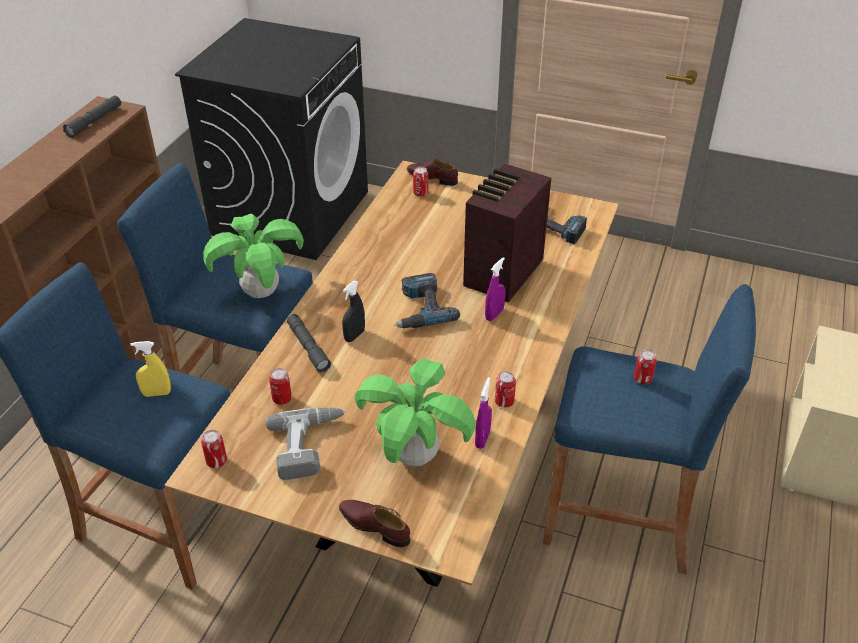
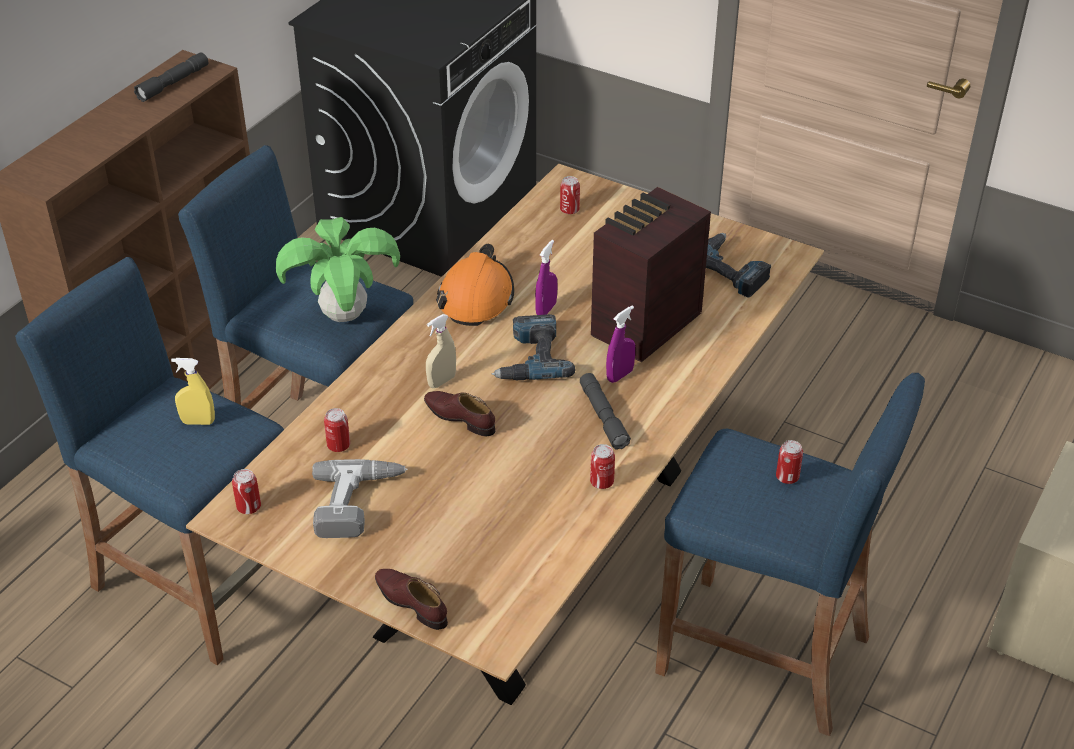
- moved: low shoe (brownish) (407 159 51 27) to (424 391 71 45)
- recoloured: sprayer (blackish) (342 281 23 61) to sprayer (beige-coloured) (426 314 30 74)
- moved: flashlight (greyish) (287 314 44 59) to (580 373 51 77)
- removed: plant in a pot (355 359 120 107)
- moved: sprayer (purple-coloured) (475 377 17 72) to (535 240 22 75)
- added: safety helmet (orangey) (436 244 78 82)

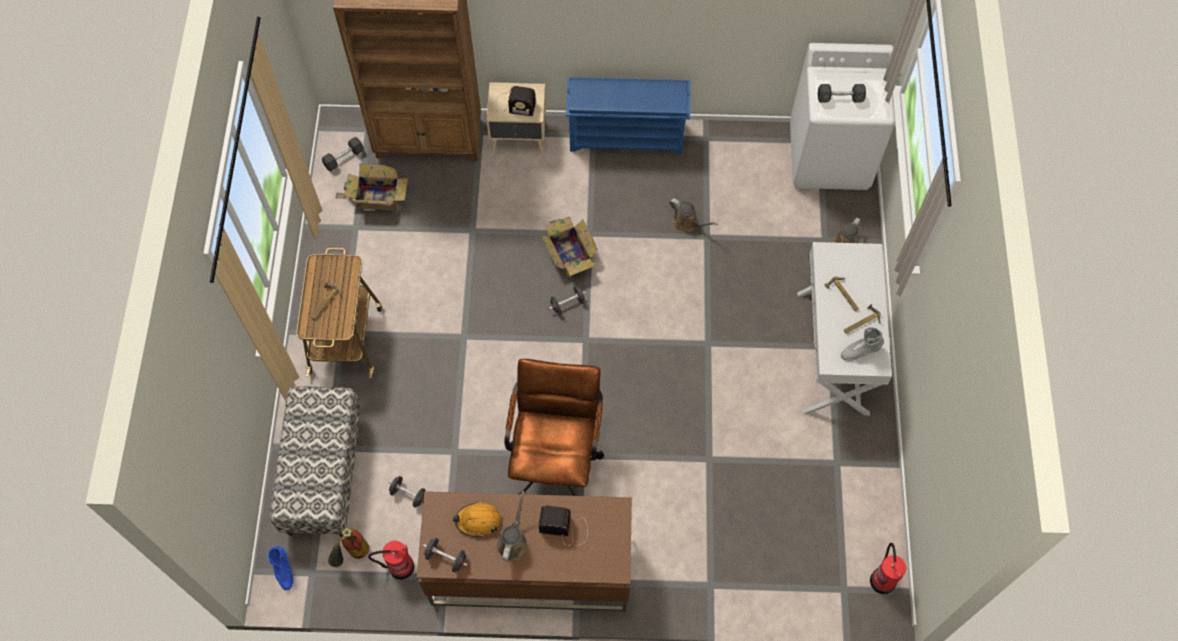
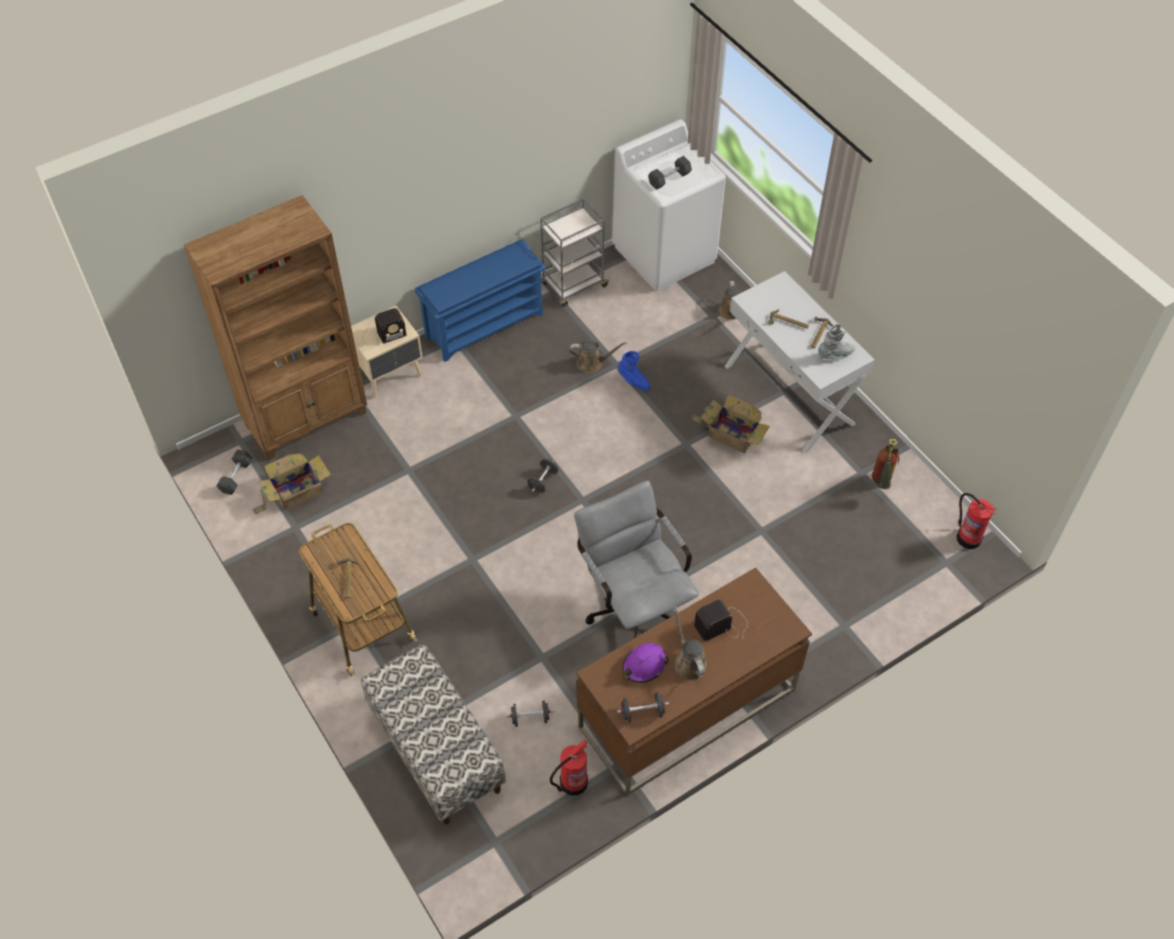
- moved: cardboard box (541 216 57 60) to (691 394 79 59)
- turned: tall boot (greyish) (841 327 43 34) = (819 323 36 36) 150 degrees counterclockwise
- recoloured: office chair (brownish) (504 359 101 137) to office chair (greyish) (574 480 125 158)
- recoloured: safety helmet (orangey) (453 502 48 35) to safety helmet (purple-coloured) (622 643 47 40)
- moved: extinguisher (328 528 41 39) to (872 438 27 51)
- moved: tall boot (blue-coloured) (268 546 25 44) to (618 351 33 39)
- added: wheeled cart (greyish) (540 198 70 109)

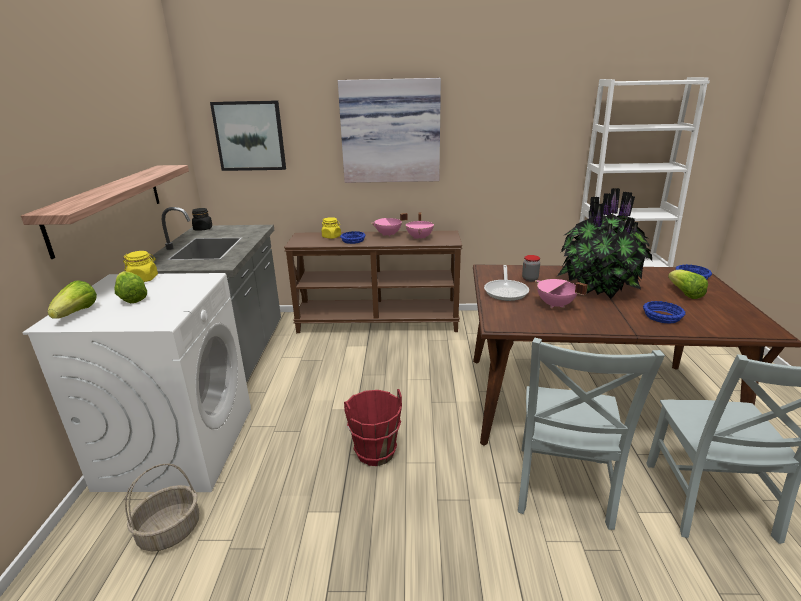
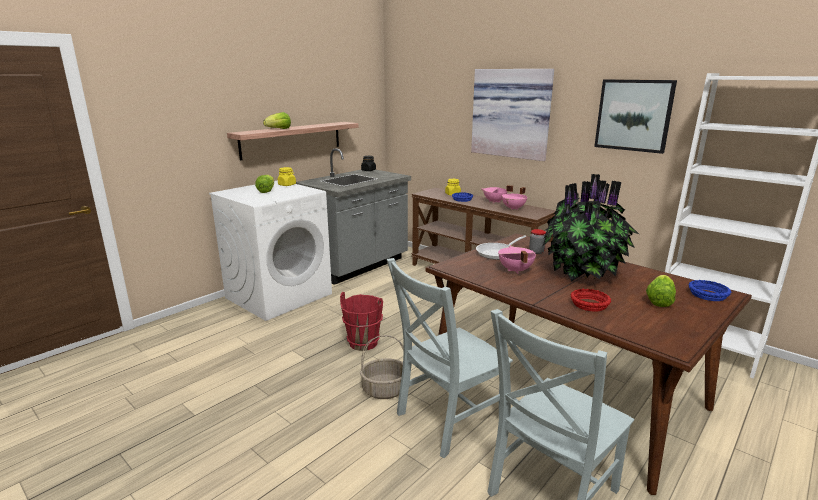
- moved: wall art (210 100 76 71) to (594 79 83 75)
- moved: head of lettuce (48 280 49 39) to (263 112 28 17)
- recoloured: bowl (blue-coloured) (643 301 42 22) to bowl (red) (570 289 41 23)
- moved: household basket (125 463 74 88) to (360 335 44 64)

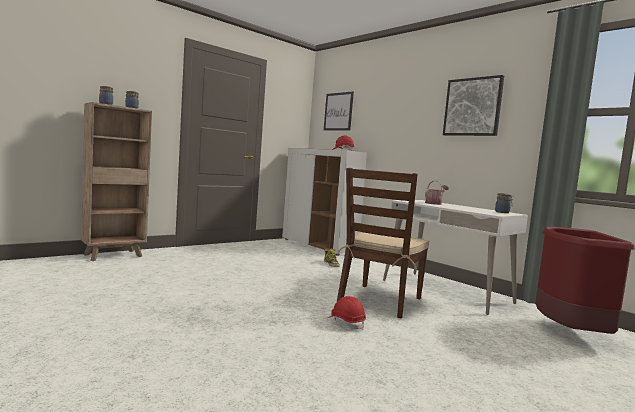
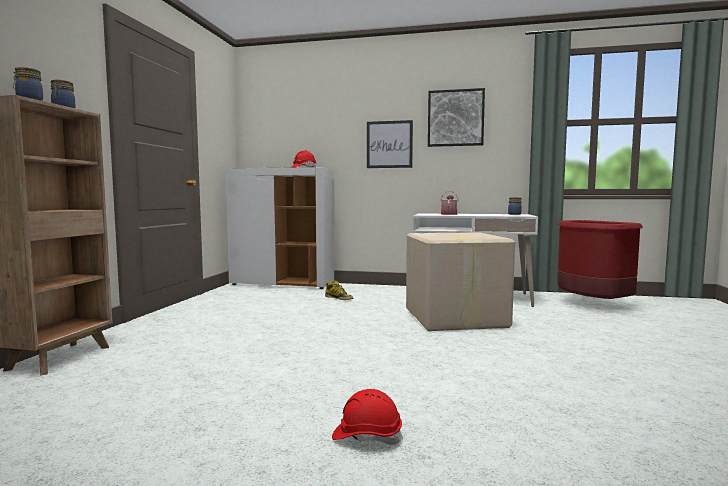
- moved: wall art (324 91 30 39) to (367 120 46 48)
- replaced: plain chair (brownish) (337 168 92 150) to cardboard box (406 232 109 99)
- moved: safety helmet (red) (328 296 38 34) to (332 389 71 56)

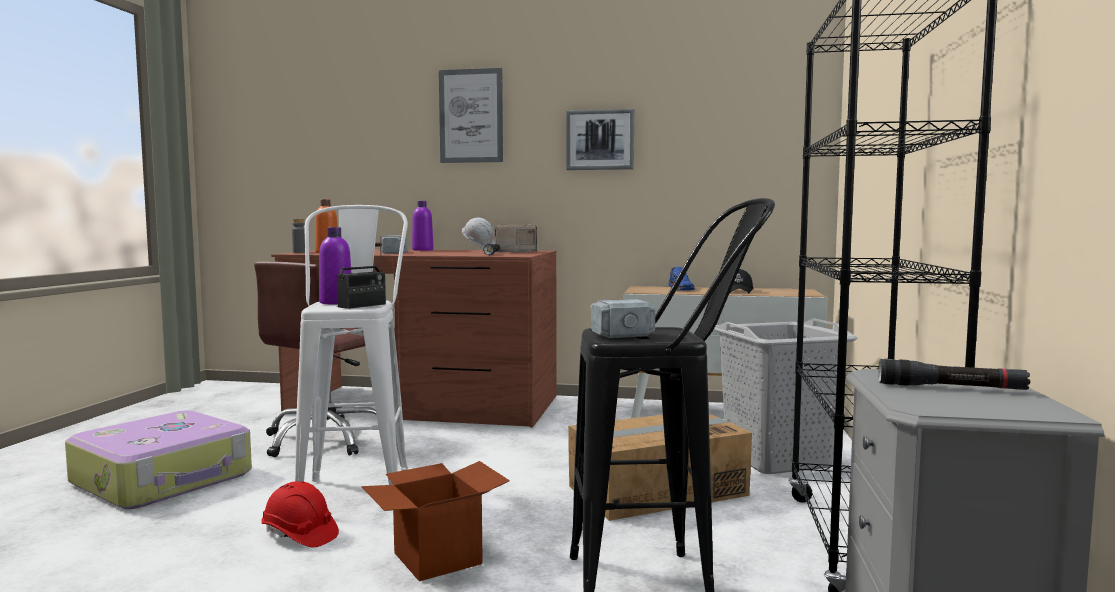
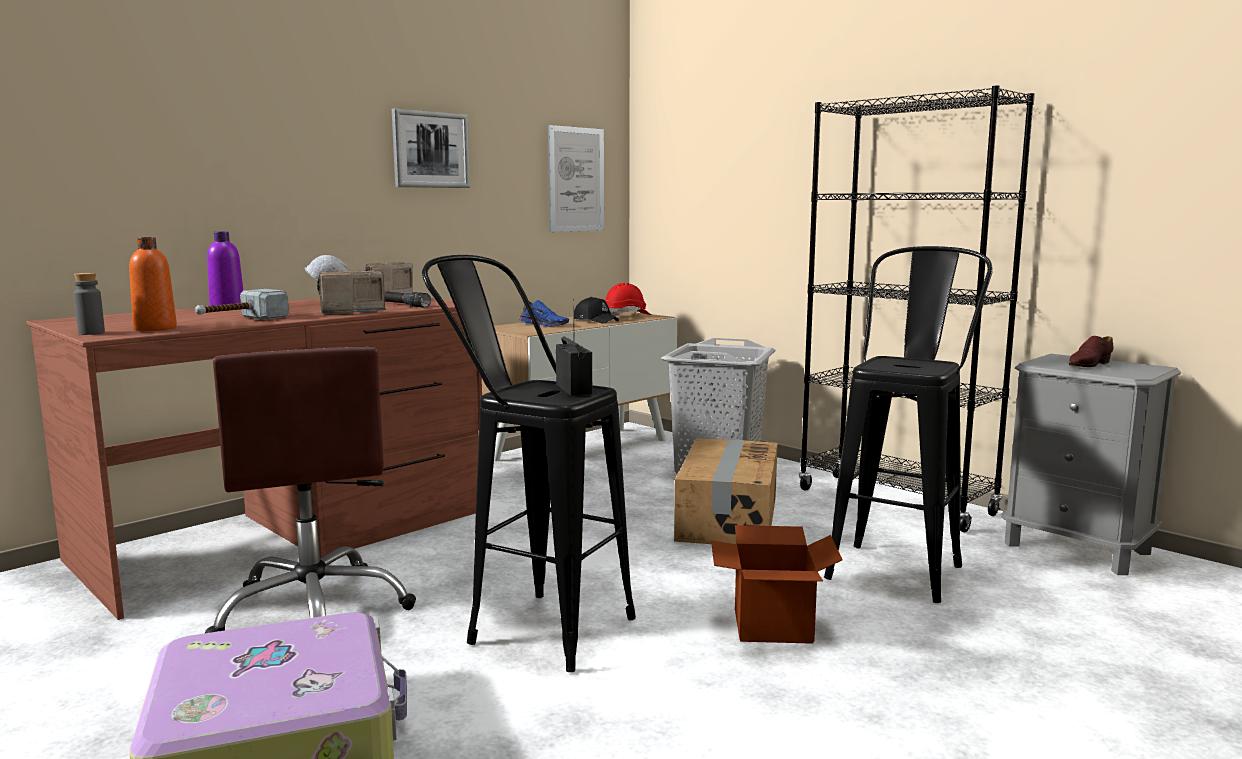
- moved: wall art (439 68 64 95) to (548 125 56 107)
- recoloured: stool seat (white-coloured) (295 205 113 280) to stool seat (blackish) (422 255 214 417)
- removed: bottle (purple-coloured) (319 227 32 77)
- removed: hand hammer (590 299 65 39)
- replaced: flashlight (blackish) (879 359 151 31) to low shoe (brownish) (1069 336 44 31)
- moved: safety helmet (red) (261 481 78 66) to (605 283 46 33)
- added: radio (317 271 70 43)

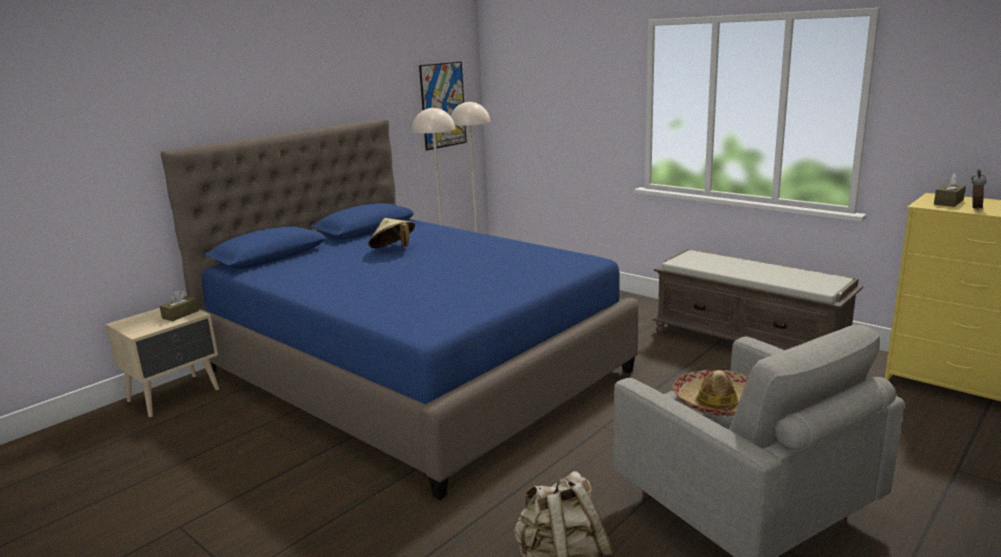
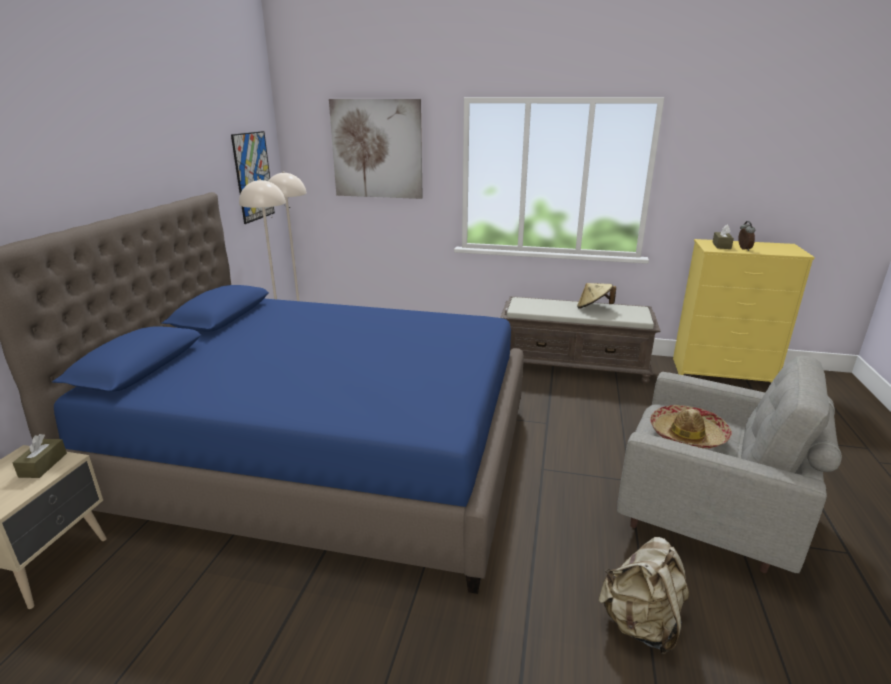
- moved: clothing hat (beige-coloured) (368 218 47 30) to (577 283 39 26)
- added: wall art (329 99 94 100)

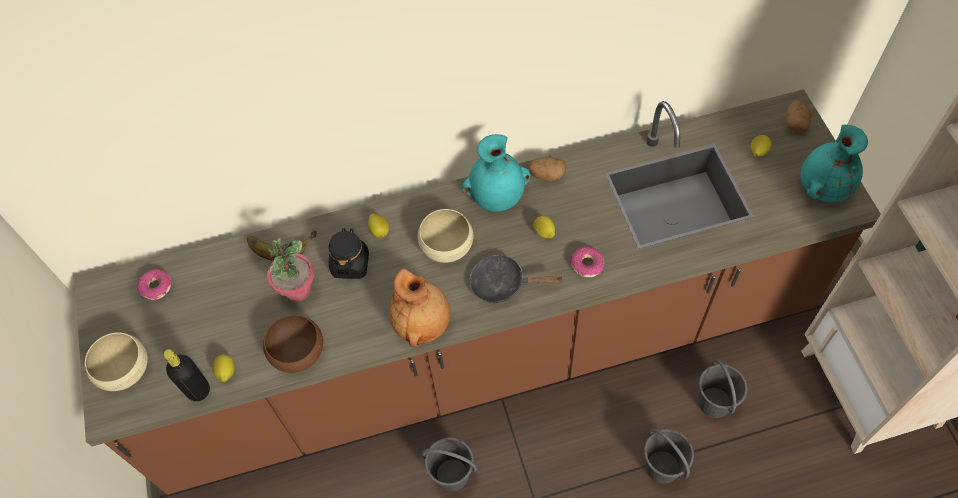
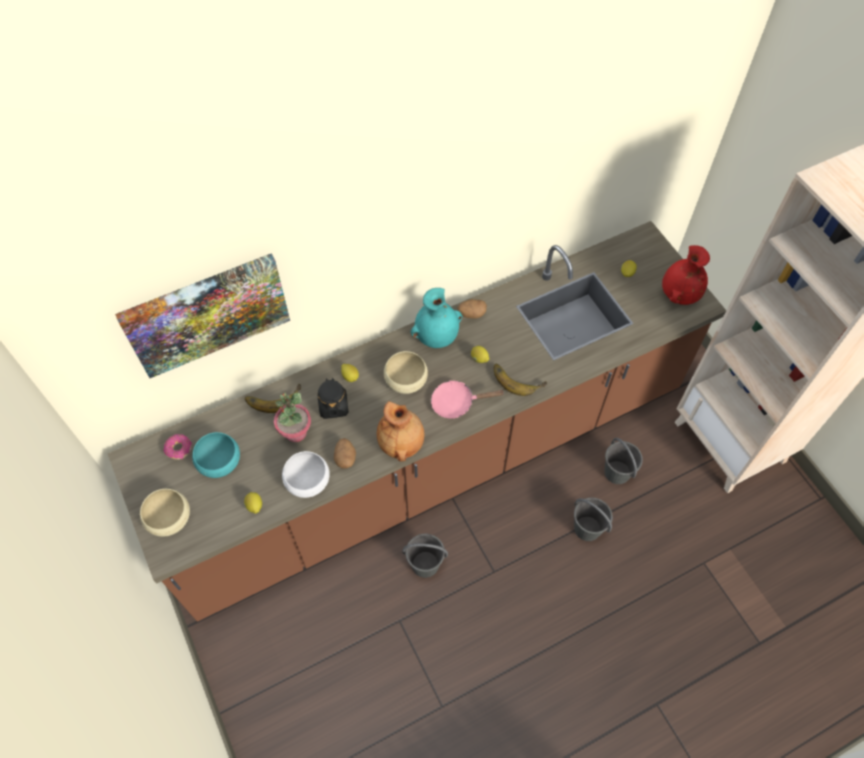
- moved: whole potato (786 100 26 32) to (334 438 22 31)
- recoloured: vase (turquoise-coloured) (801 124 67 78) to vase (red) (662 245 48 60)
- replaced: donut (571 246 33 31) to banana fruit (494 363 53 33)
- recoloured: skillet (blackish) (470 254 94 49) to skillet (pink) (431 380 74 39)
- recoloured: bowl (brownish) (263 314 60 59) to bowl (white-coloured) (282 451 48 47)
- removed: bottle (blackish) (164 349 46 52)
- added: wall art (115 253 175 125)
- added: bowl (turquoise-coloured) (192 432 48 46)

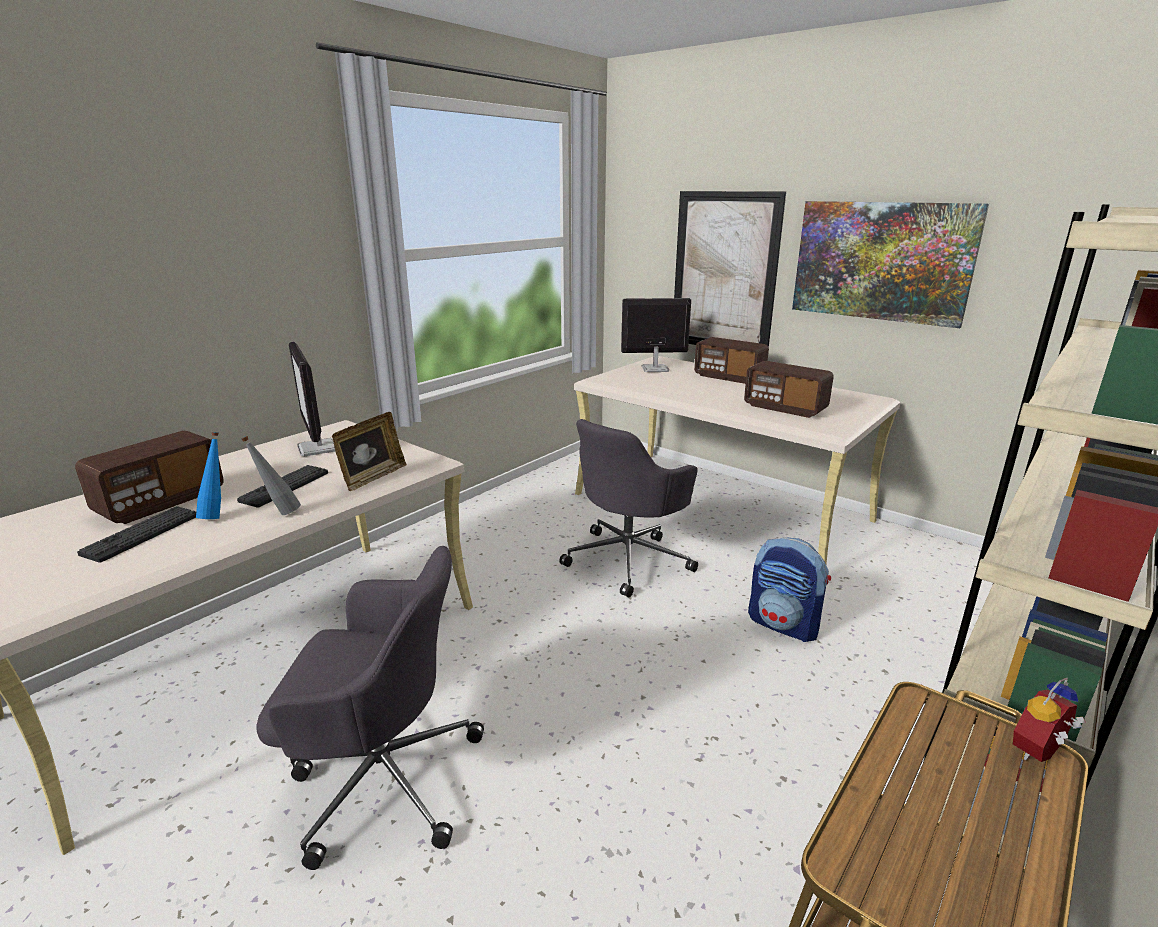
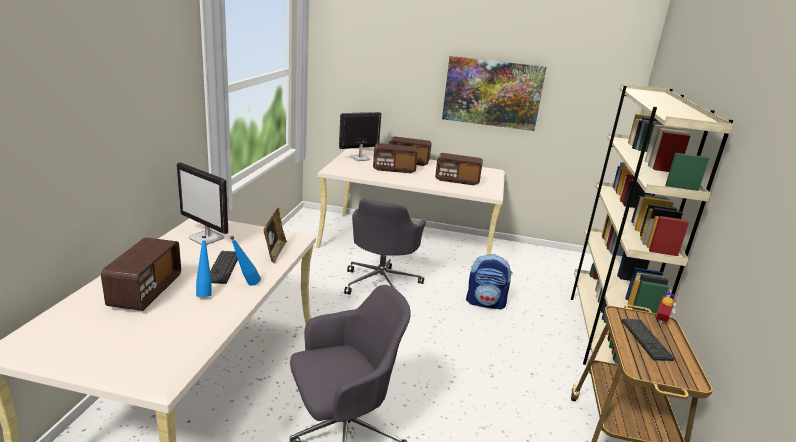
- removed: wall art (674 191 112 156)
- recoloured: bottle (greyish) (242 436 59 79) to bottle (blue-coloured) (230 236 31 50)
- moved: PC keyboard (77 506 119 57) to (622 319 52 42)
- added: radio (373 143 45 30)

